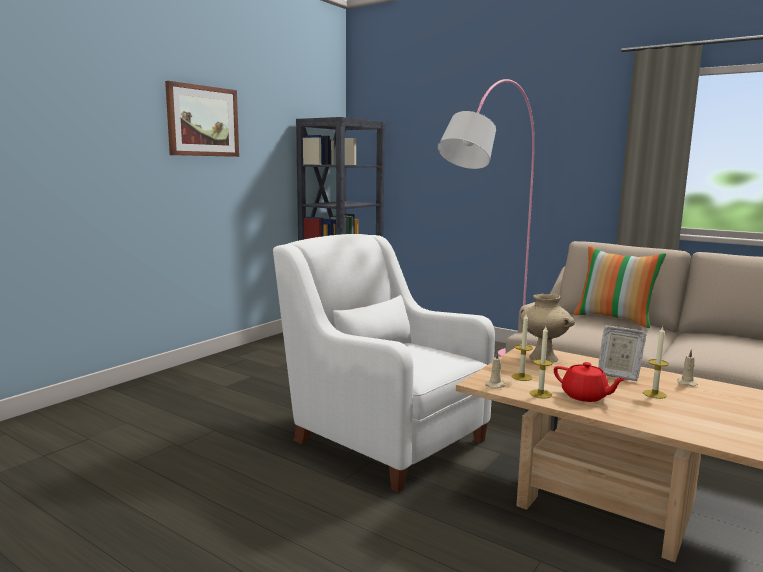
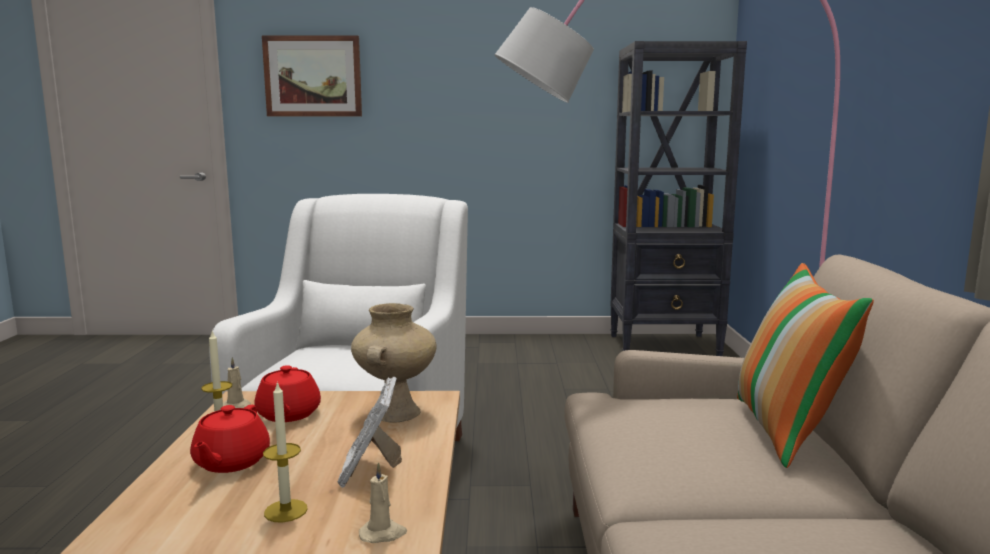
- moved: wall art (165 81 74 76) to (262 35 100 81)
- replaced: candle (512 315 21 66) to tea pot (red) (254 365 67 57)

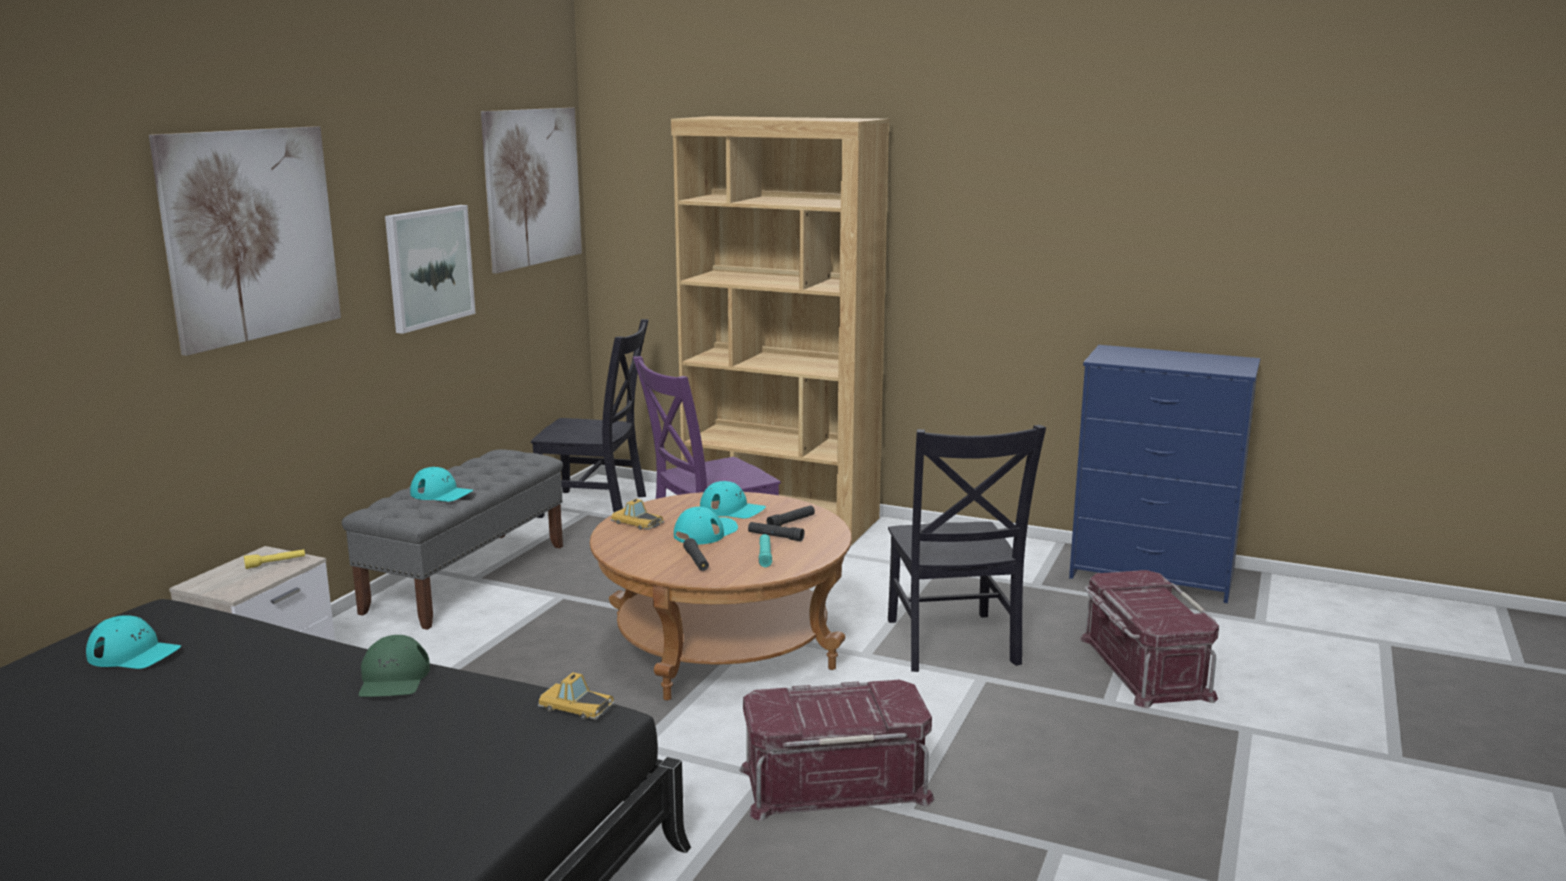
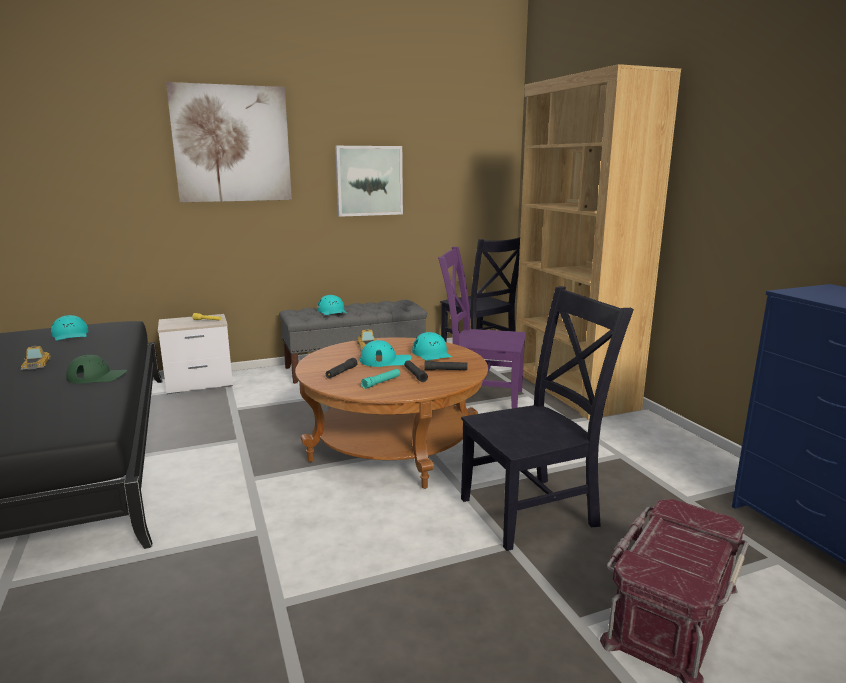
- removed: wall art (481 108 101 166)
- turned: plain chair (blackish) (888 425 158 247) = (461 286 173 265) 150 degrees counterclockwise
- turned: cap (greenish) (359 635 71 62) = (66 355 61 29) 135 degrees counterclockwise
- moved: model car (538 672 77 48) to (21 346 30 24)
- removed: storage container (red) (739 680 195 141)

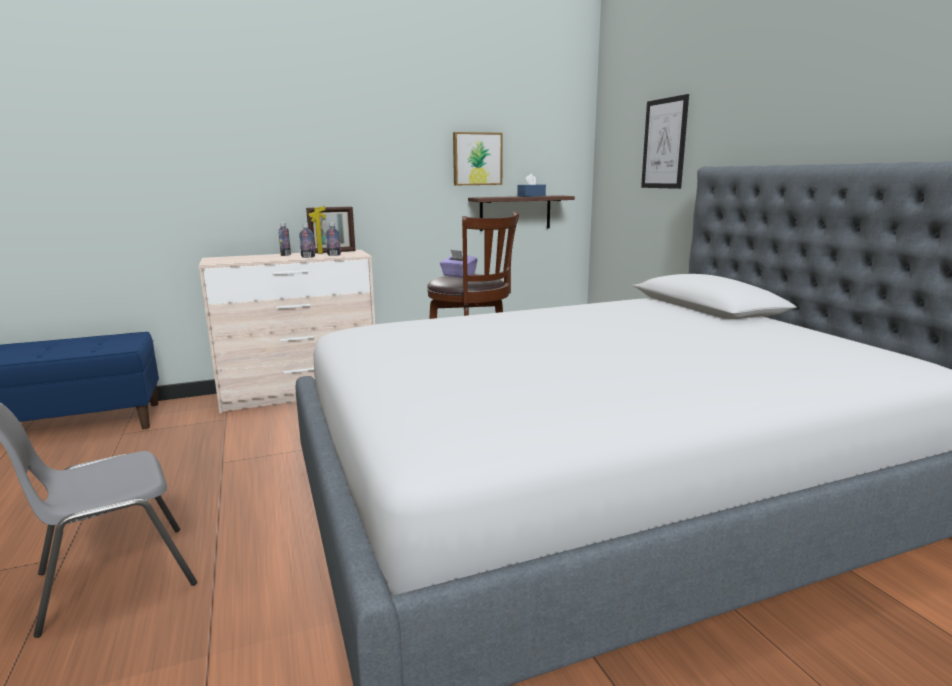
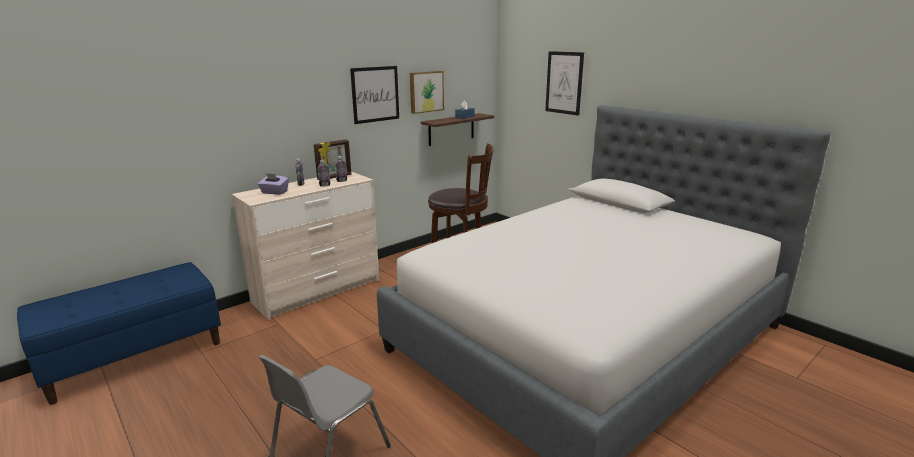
- moved: tissue box (purple-coloured) (440 250 37 28) to (258 173 31 22)
- added: wall art (350 66 49 58)

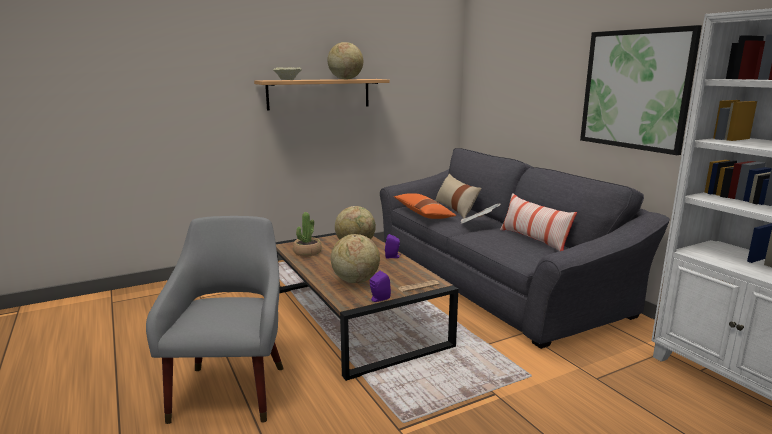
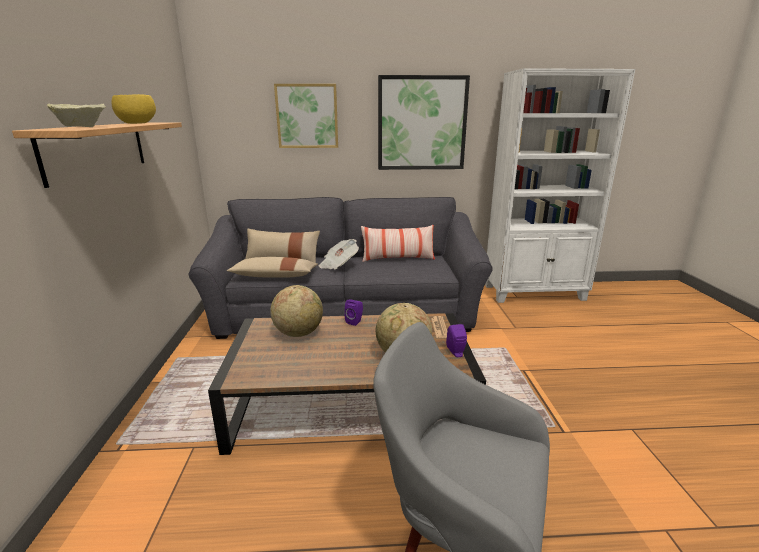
- replaced: world globe (327 42 36 38) to bowl (yellowish) (112 94 44 30)
- recoloured: pillow (orangey) (394 193 63 26) to pillow (beige-coloured) (227 257 91 21)
- removed: plant in a pot (293 212 28 44)
- added: wall art (274 84 64 64)

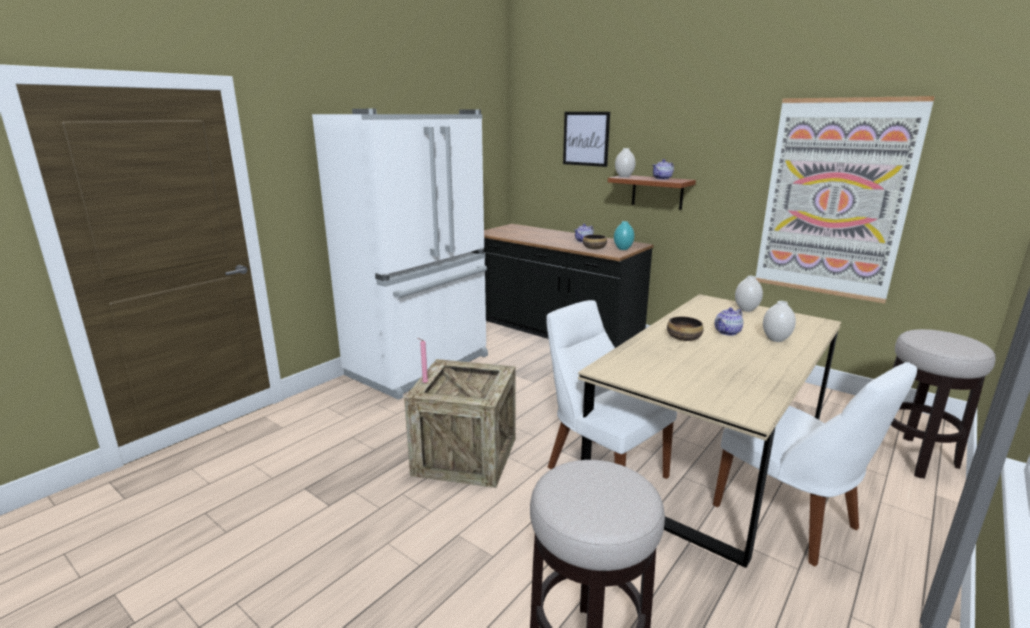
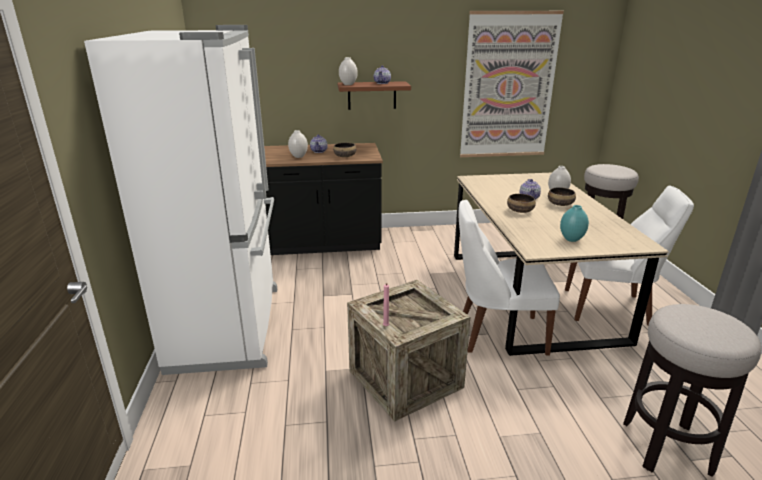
- removed: wall art (563 112 47 55)
- moved: vase (turquoise-coloured) (614 221 20 29) to (560 205 29 37)
- moved: vase (white-coloured) (735 276 28 36) to (288 130 20 28)
- added: bowl (548 187 28 19)

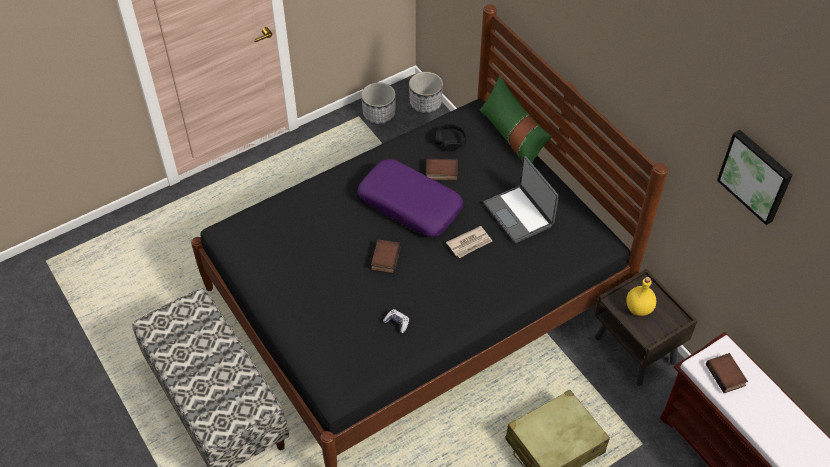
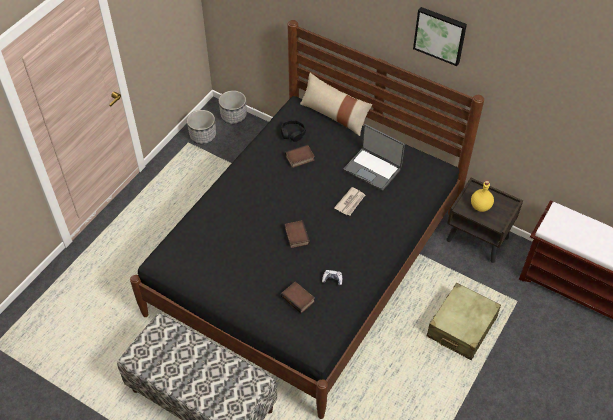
- recoloured: pillow (greenish) (479 76 73 87) to pillow (beige-coloured) (300 73 72 63)
- moved: wall art (717 130 75 95) to (413 7 54 59)
- removed: pillow (purple-coloured) (357 159 106 78)
- moved: bound book (706 353 42 40) to (281 281 34 32)

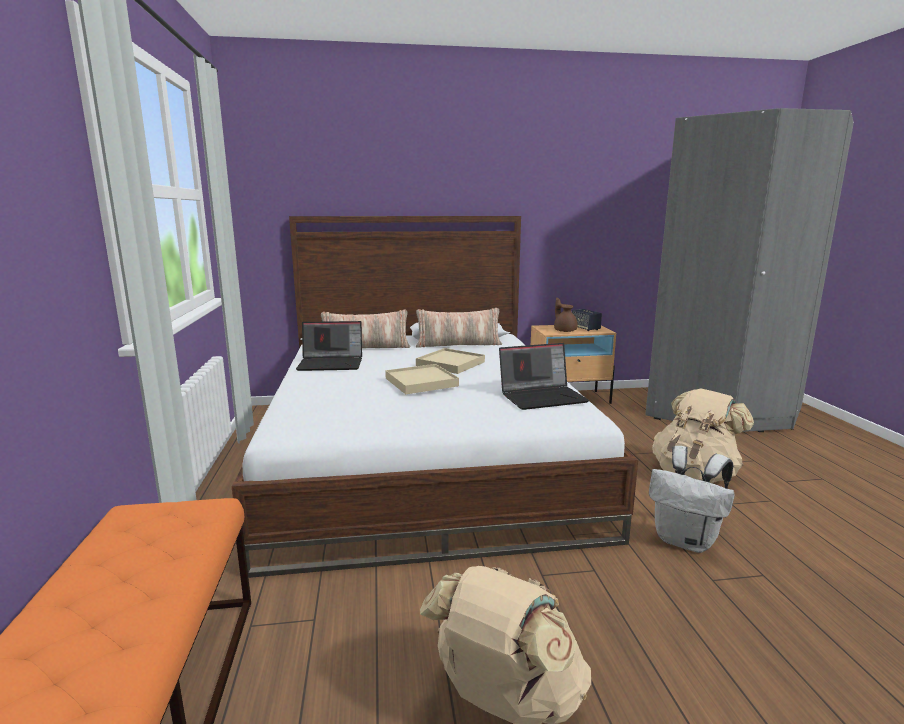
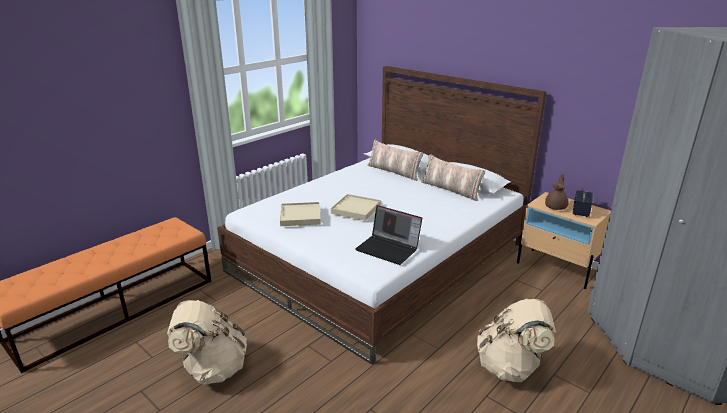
- removed: laptop (296 321 66 50)
- moved: tray (beige-coloured) (416 348 69 26) to (280 202 41 24)
- removed: knapsack (white-coloured) (649 446 86 107)

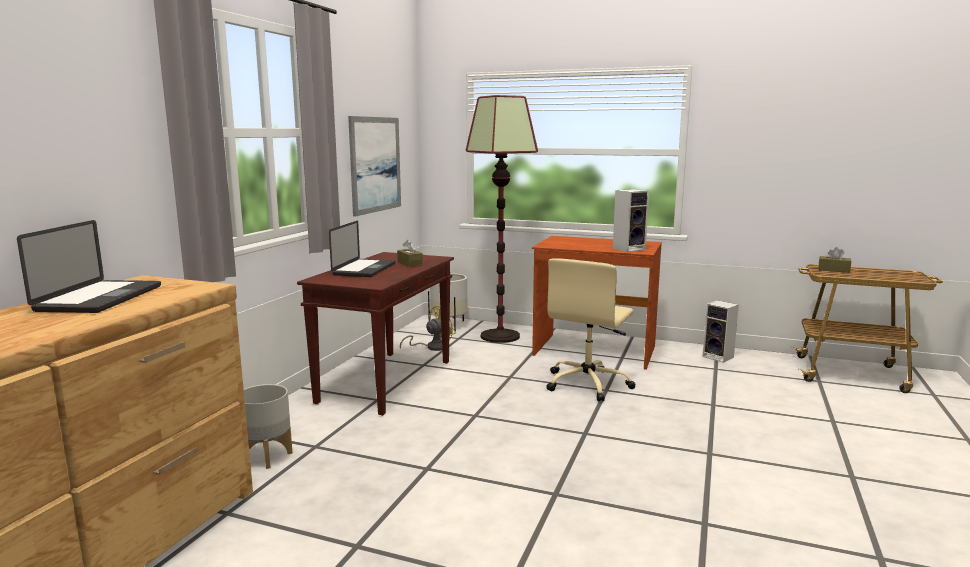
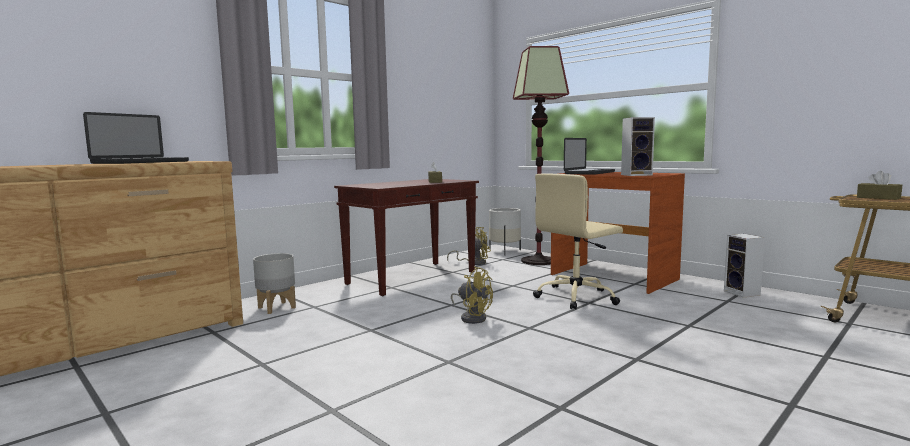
- removed: wall art (348 116 53 101)
- moved: laptop (329 221 66 56) to (564 138 51 37)
- added: cooling fan (yellowish) (451 266 42 58)

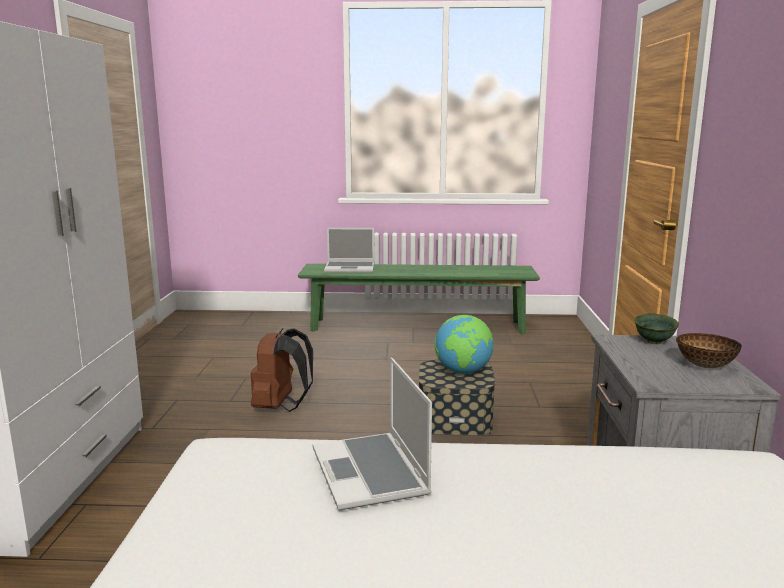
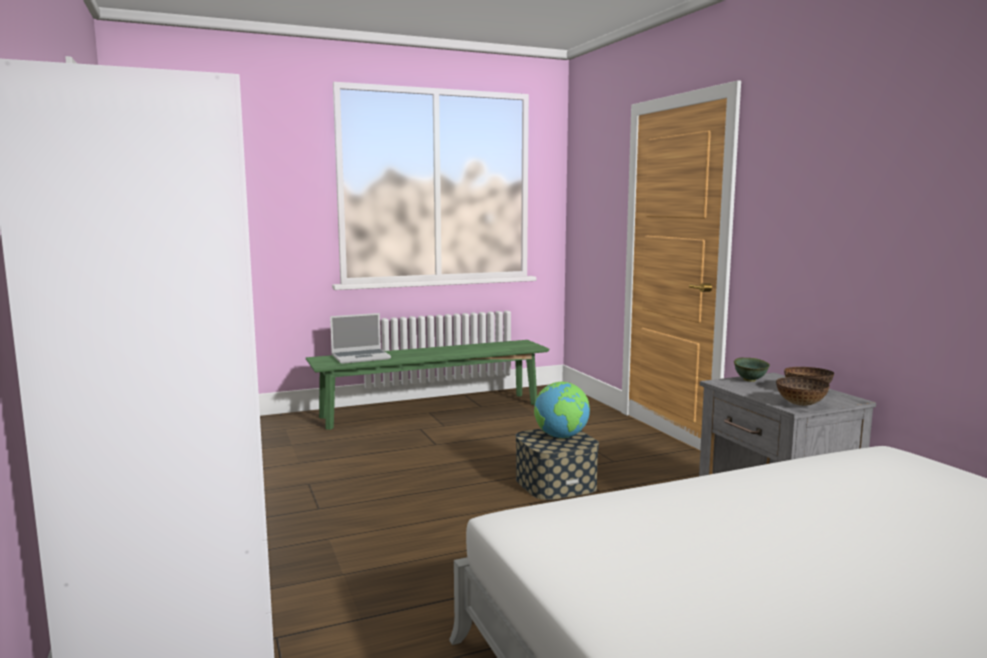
- removed: knapsack (brownish) (251 328 62 84)
- removed: laptop (313 357 119 153)
- added: bowl (776 377 54 29)

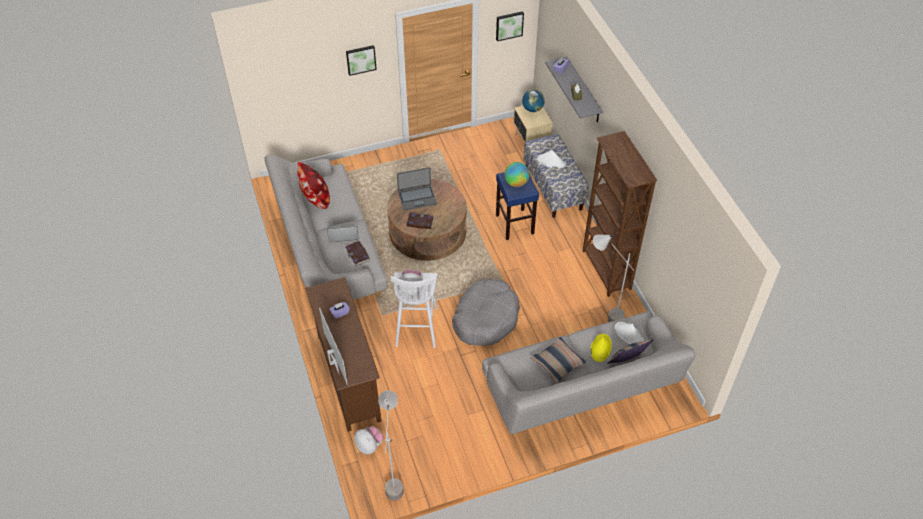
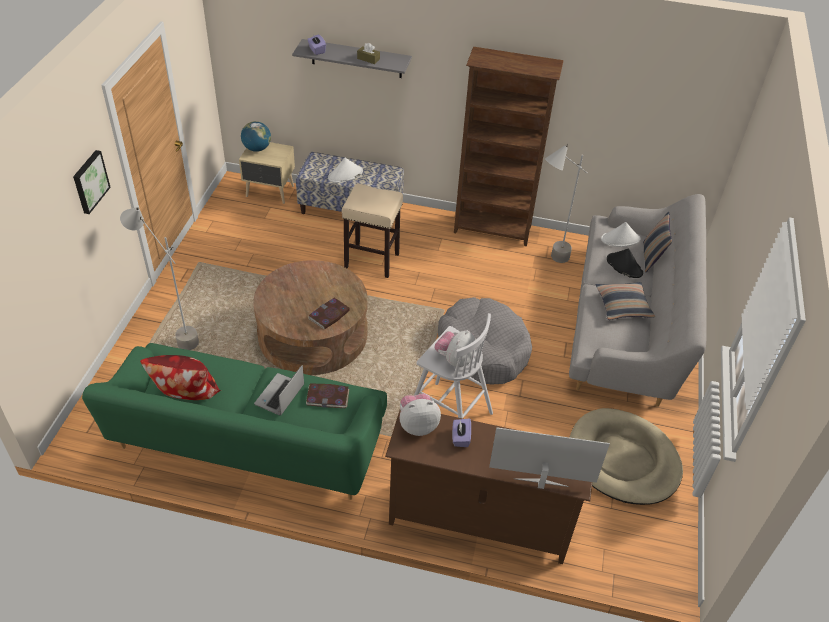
- removed: wall art (496 11 28 30)
- recoloured: couch (greyish) (265 155 123 145) to couch (greenish) (82 343 305 157)
- removed: world globe (504 162 25 25)
- removed: laptop (397 167 40 43)
- recoloured: stool seat (blue-coloured) (496 172 43 68) to stool seat (beige-coloured) (342 183 61 95)
- recoloured: clothing hat (yellowish) (590 334 22 28) to clothing hat (blackish) (607 248 36 30)
- moved: standing lamp (greyish) (378 390 26 111) to (120 207 79 143)
- moved: cuddly toy (354 426 30 29) to (399 393 42 43)
- added: dog cushion (beige-coloured) (569 408 114 97)

